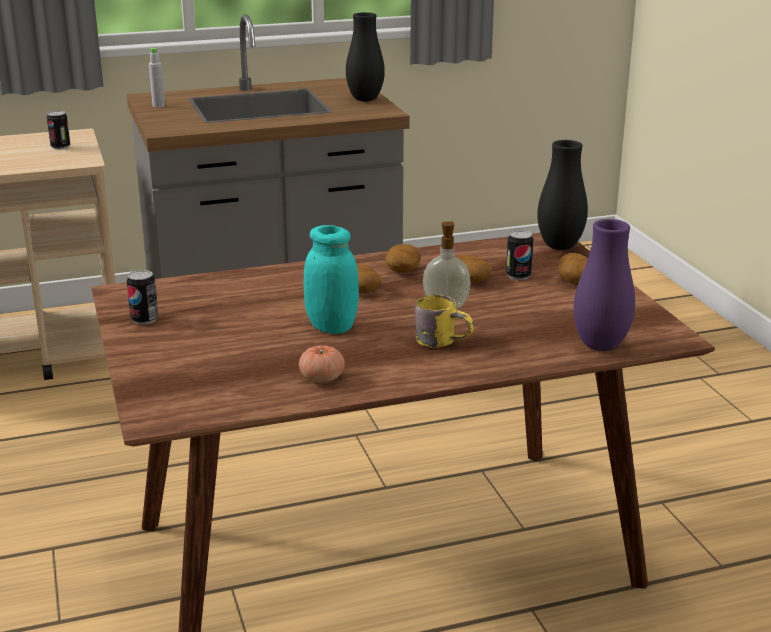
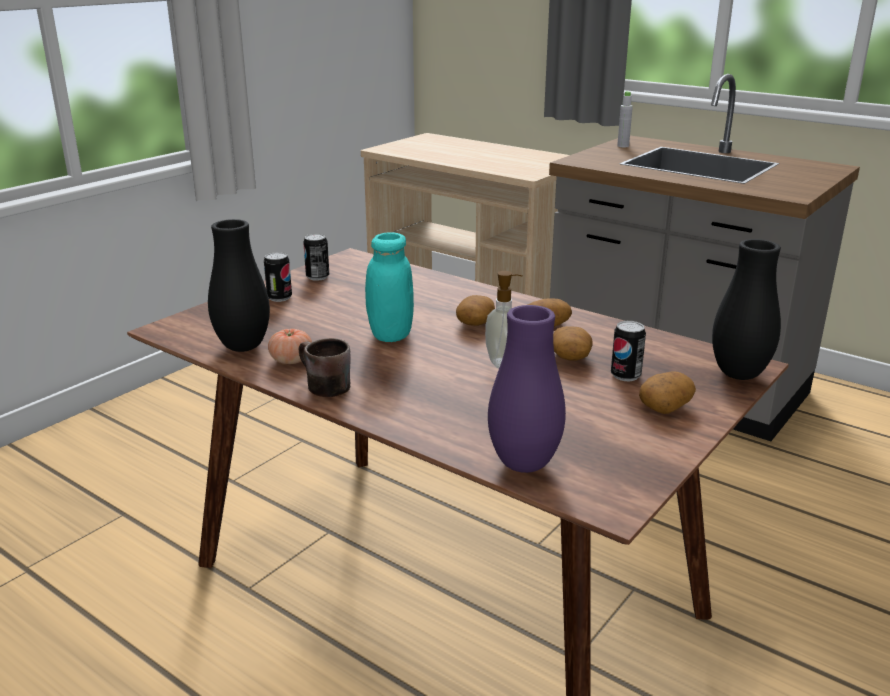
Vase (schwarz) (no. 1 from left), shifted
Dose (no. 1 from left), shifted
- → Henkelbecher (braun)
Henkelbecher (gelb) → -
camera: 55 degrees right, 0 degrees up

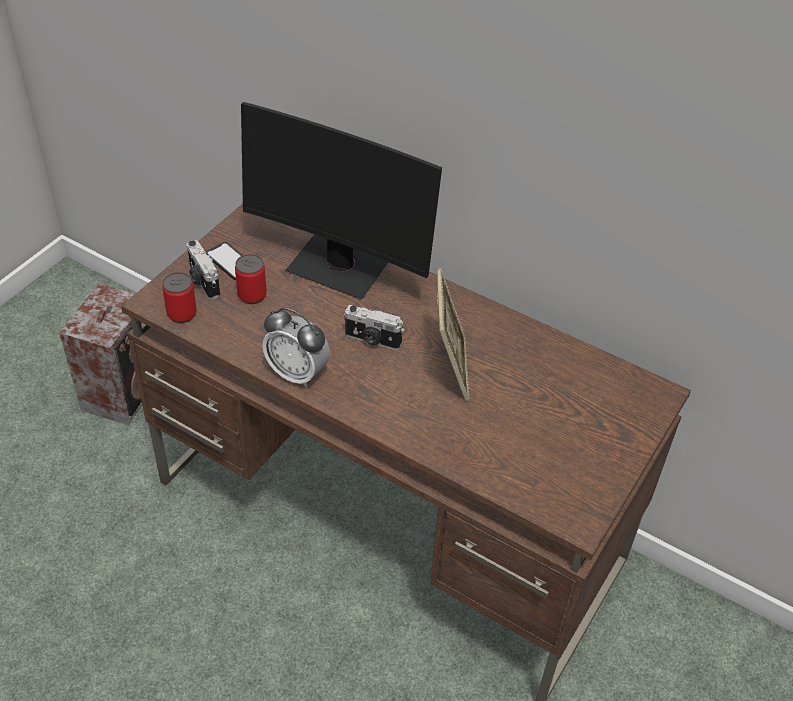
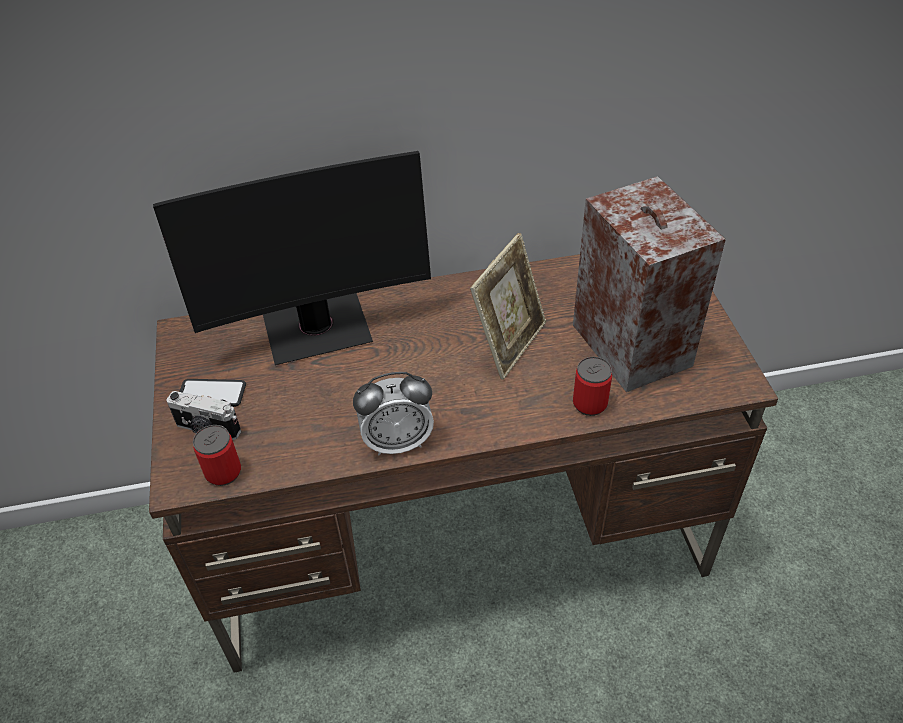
Bilderrahmen, 75 degrees clockwise
Lautsprecher, shifted
Dose (no. 2 from left), shifted
Kamera (no. 2 from left) → -
camera: 40 degrees left, 0 degrees up

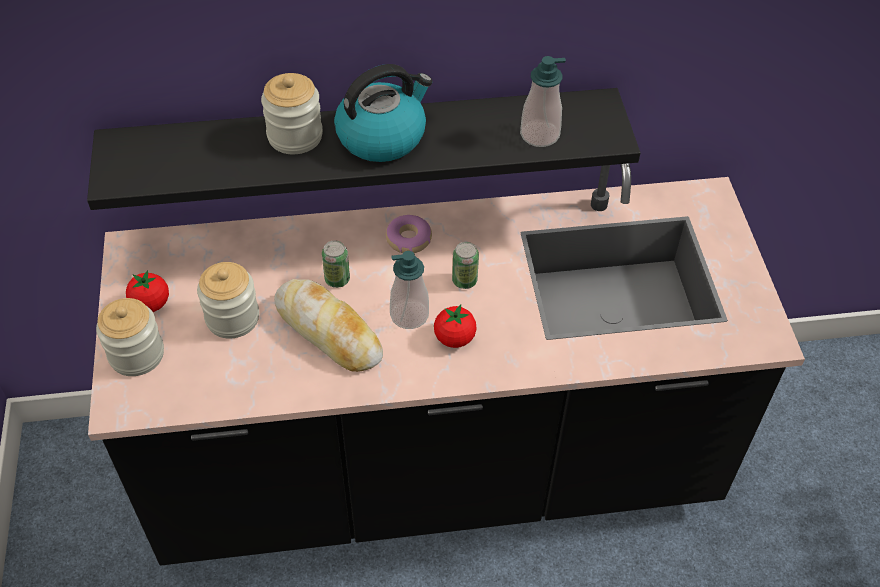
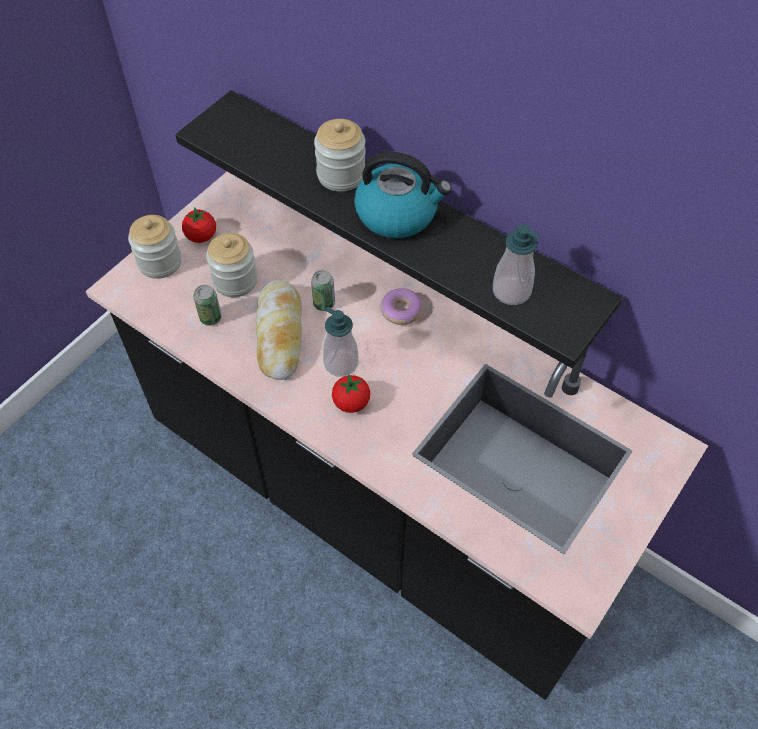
Dose (no. 2 from left in the first image) → Dose (no. 1 from left), shifted
camera: 45 degrees right, 5 degrees up

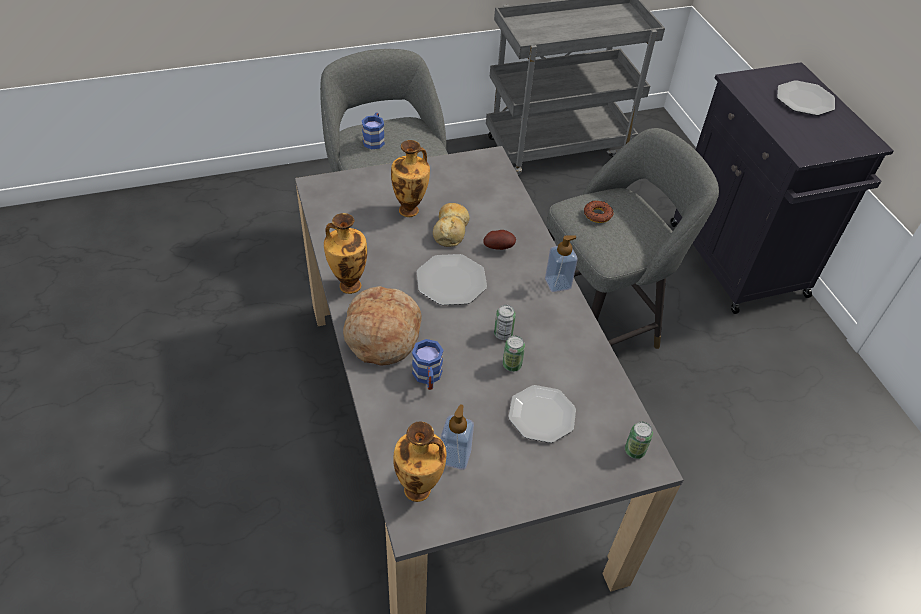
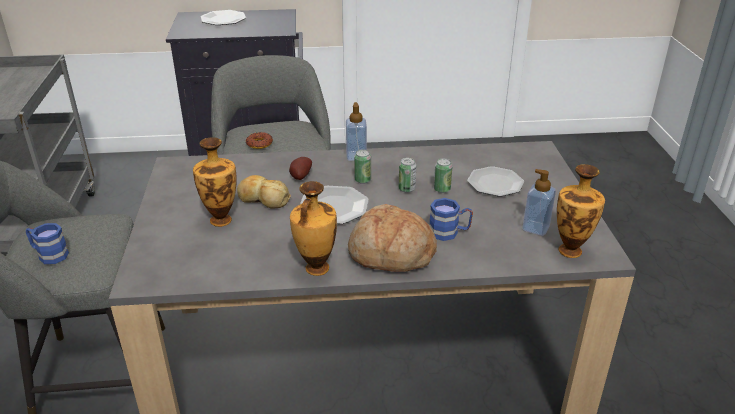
Dose (no. 3 from left in the first image) → Dose (no. 1 from left), shifted
camera: 75 degrees left, 15 degrees down

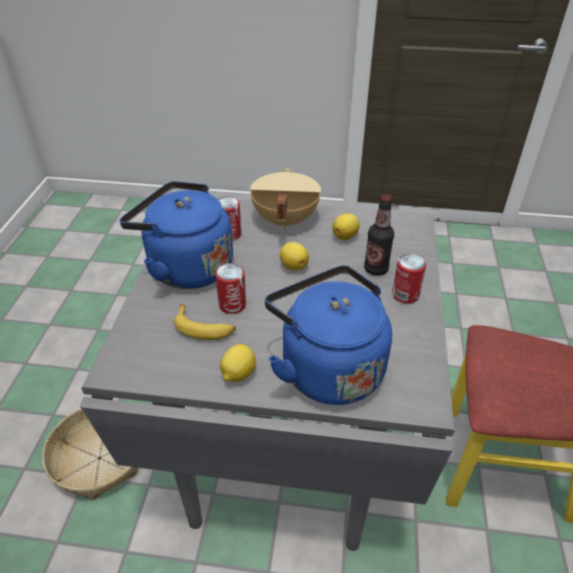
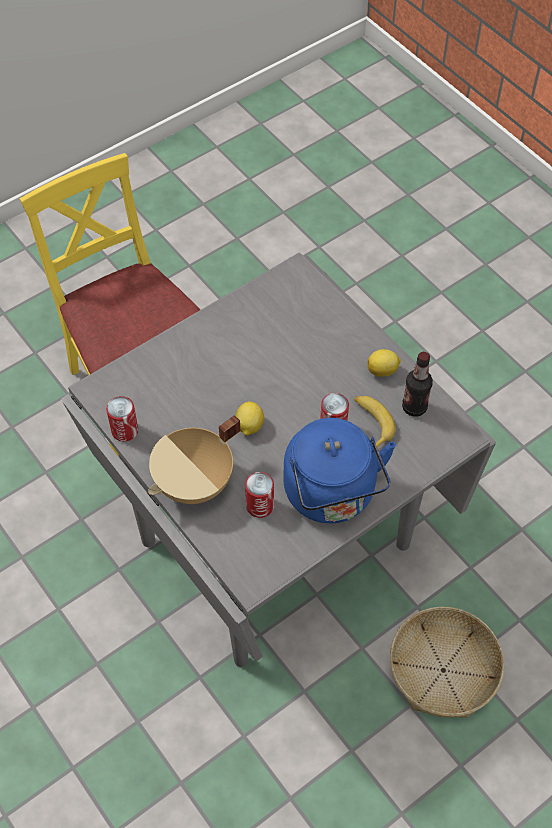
Dose (no. 3 from left in the first image) → Dose (no. 1 from left), shifted
Flasche, shifted
Wasserkessel (blau) (no. 2 from left) → -
Zitrone (no. 3 from left) → -
camera: 135 degrees left, 15 degrees up

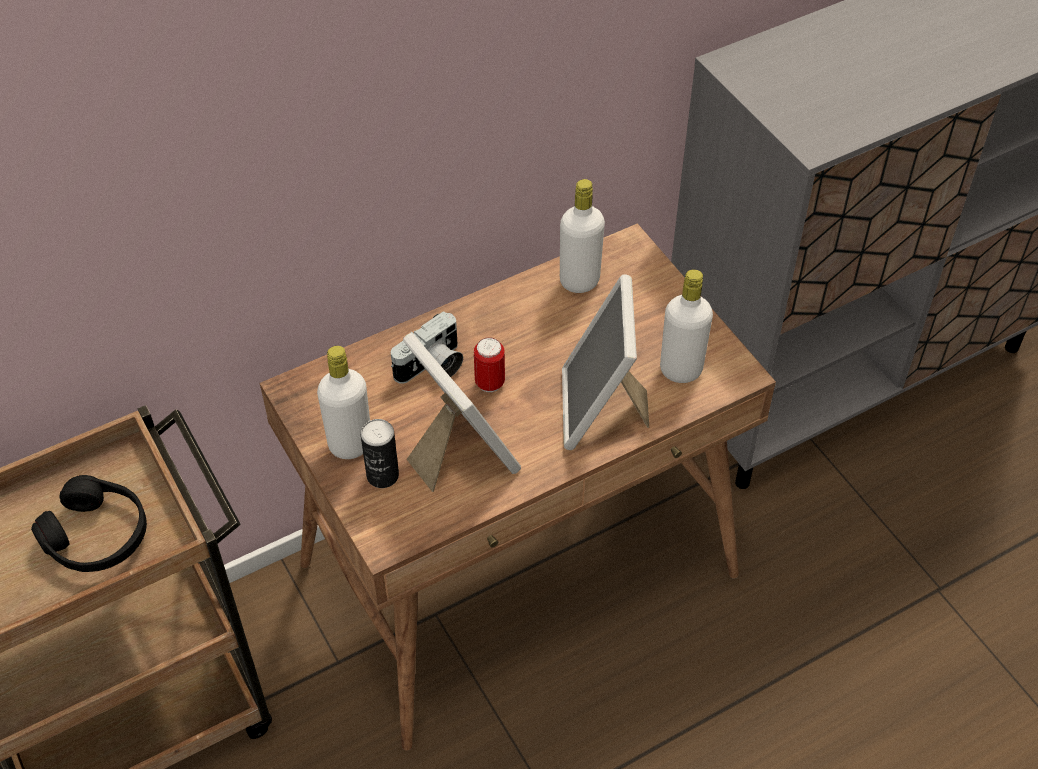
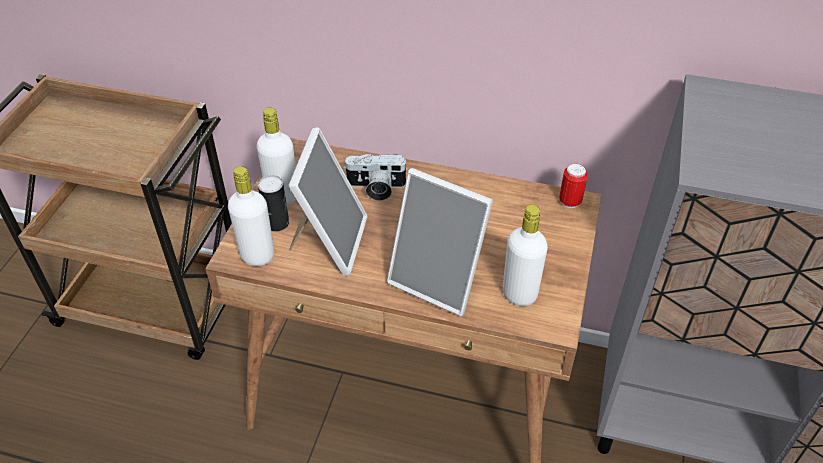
Flasche (weiß) (no. 2 from left in the first image) → Flasche (weiß) (no. 1 from left), shifted
Bilderrahmen (no. 2 from left), 105 degrees counterclockwise
Dose (no. 2 from left), shifted
Kopfhörer (schwarz) → -
camera: 45 degrees right, 5 degrees down

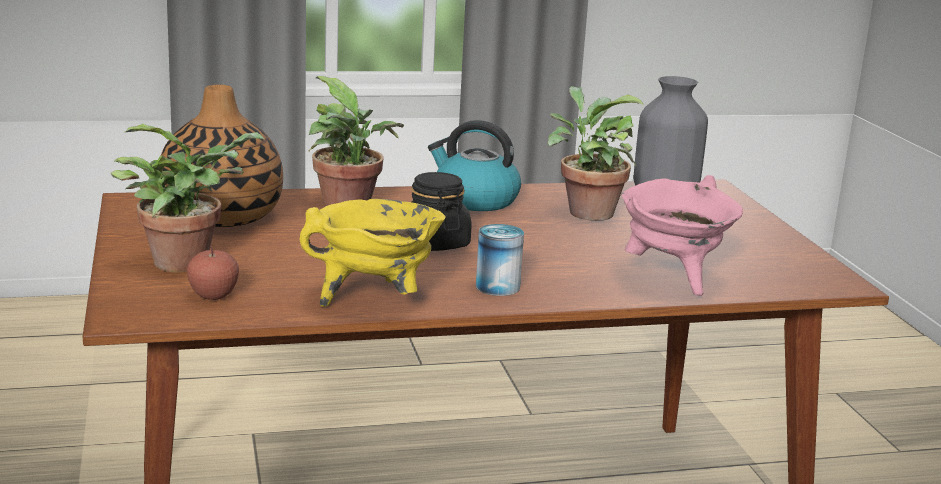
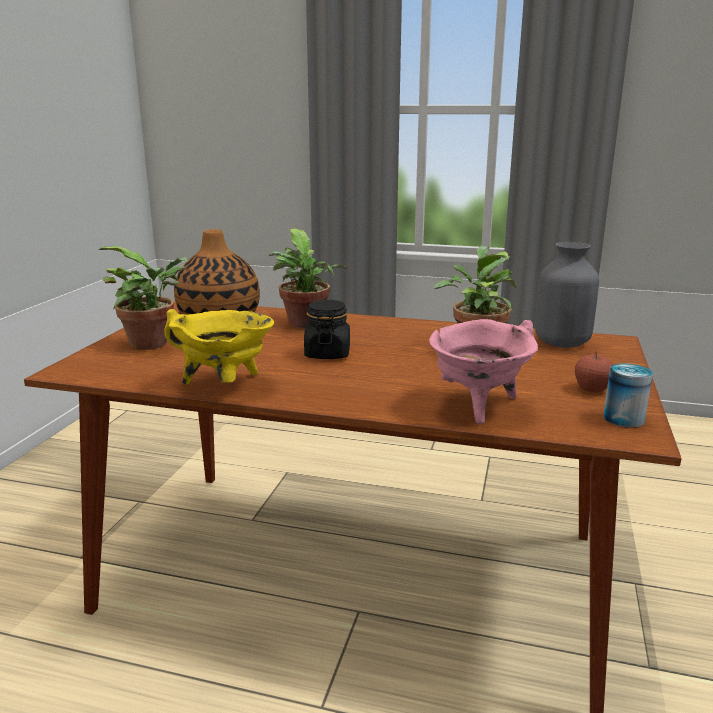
Apfel, shifted
Dose, shifted
Wasserkessel → -
camera: 30 degrees right, 0 degrees up

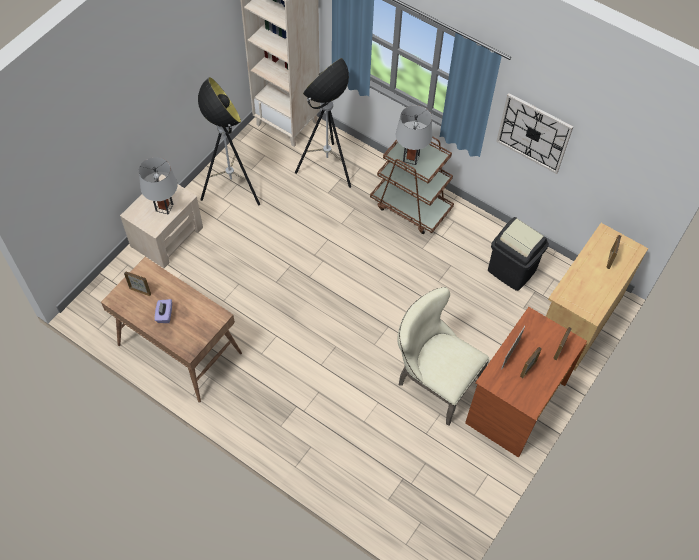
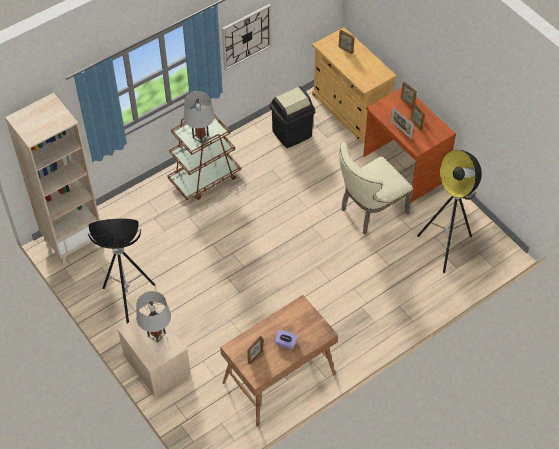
Stehlampe (no. 2 from left), shifted
camera: 70 degrees left, 5 degrees down

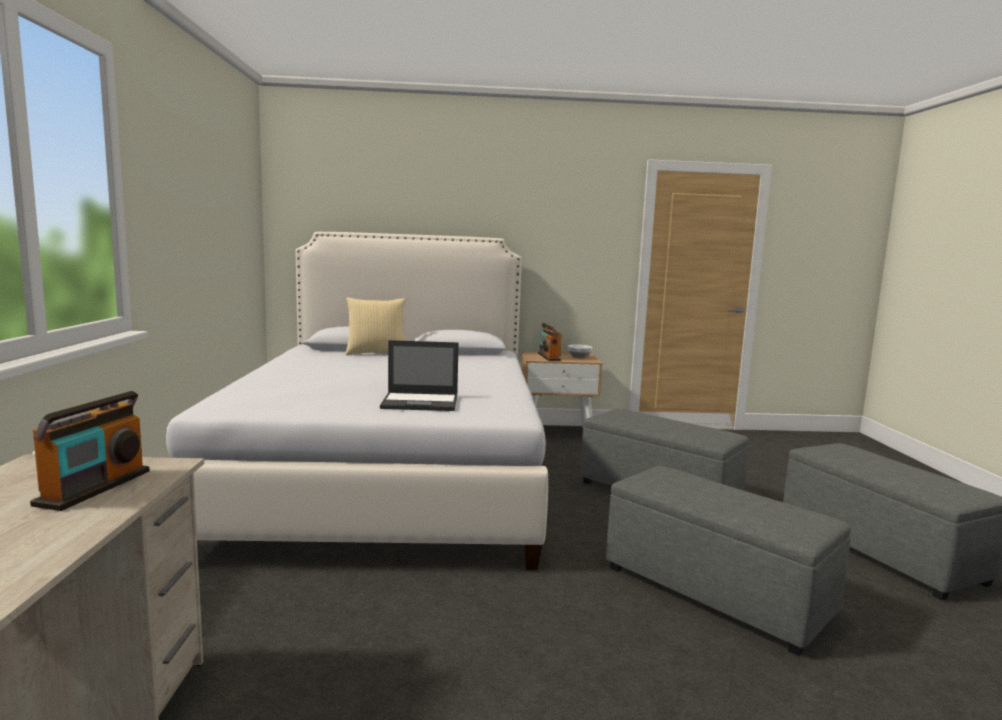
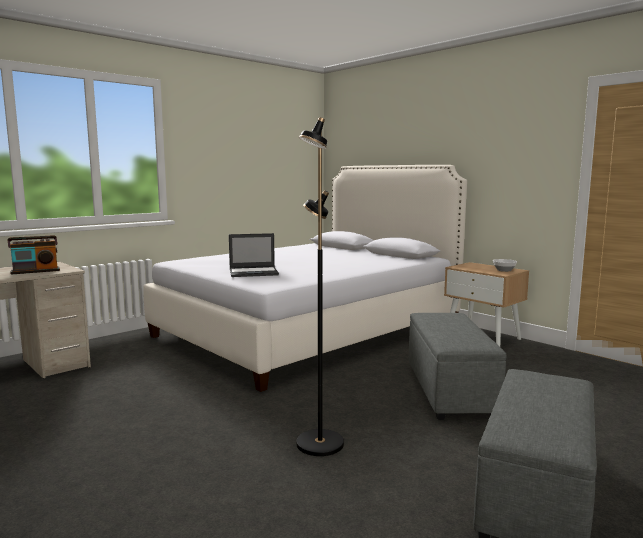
Laptop, 60 degrees counterclockwise
Polsterhocker (grau) (no. 2 from left) → Stehlampe (schwarz)
Kissen → -
Radio (no. 2 from left) → -
camera: 50 degrees right, 0 degrees up

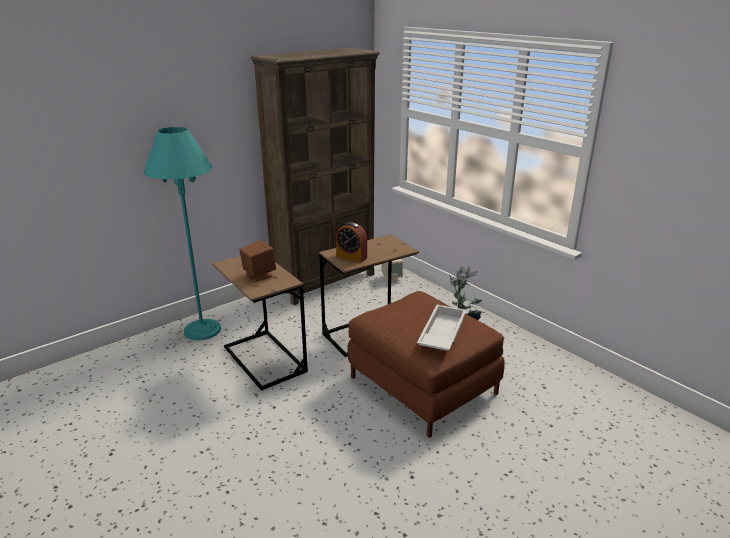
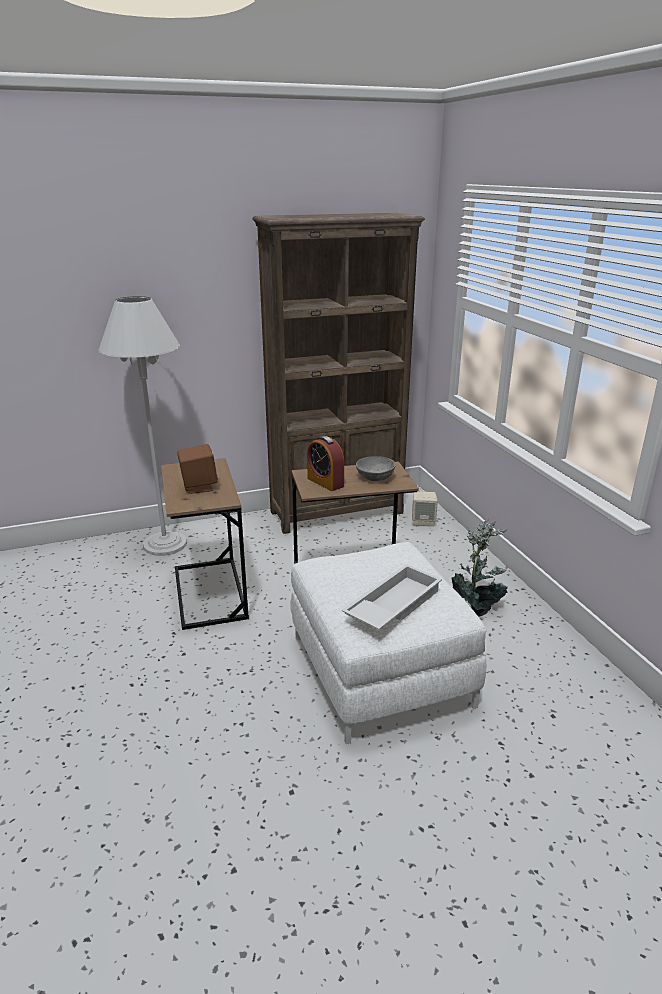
Stehlampe (türkis) → Stehlampe (weiß)
Polsterhocker (braun) → Polsterhocker (weiß)
- → Schüssel (grau)
camera: 20 degrees right, 0 degrees up

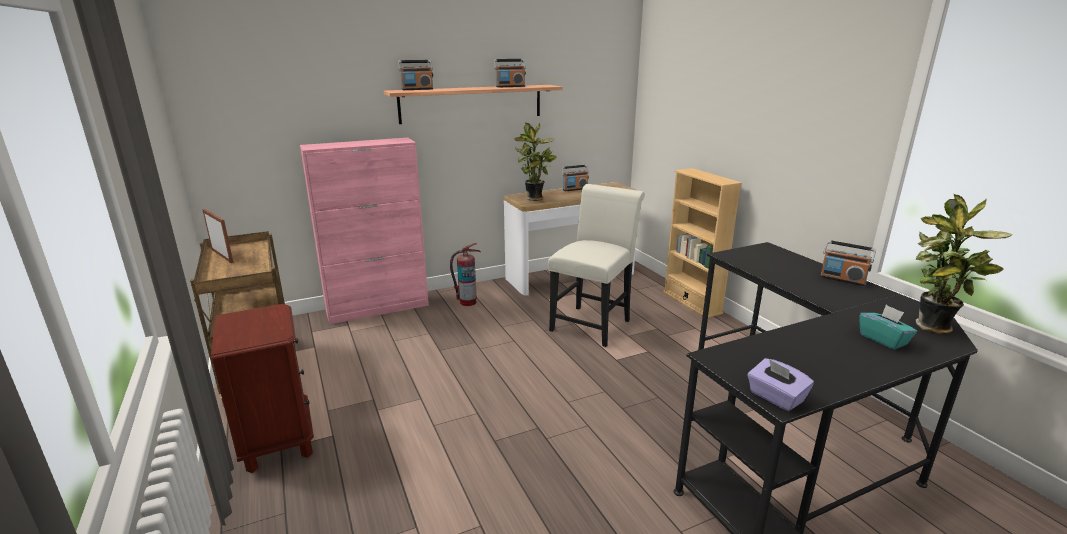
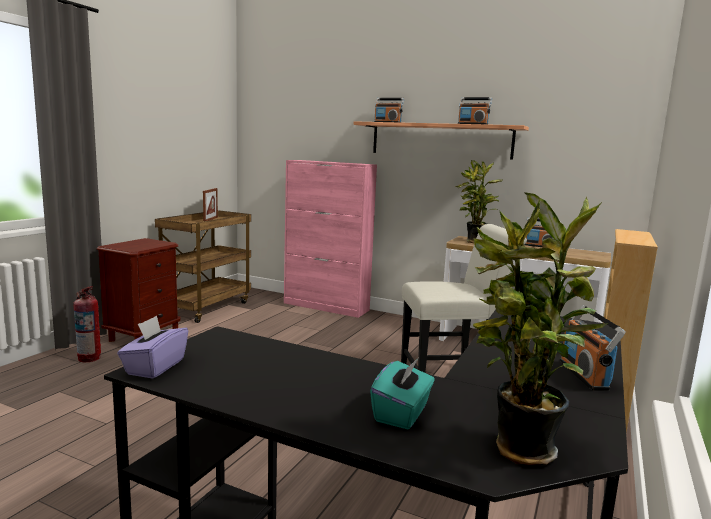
Feuerlöscher, shifted
camera: 50 degrees right, 10 degrees down

